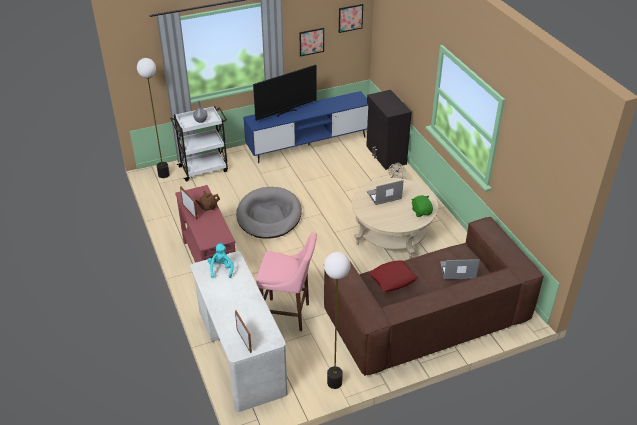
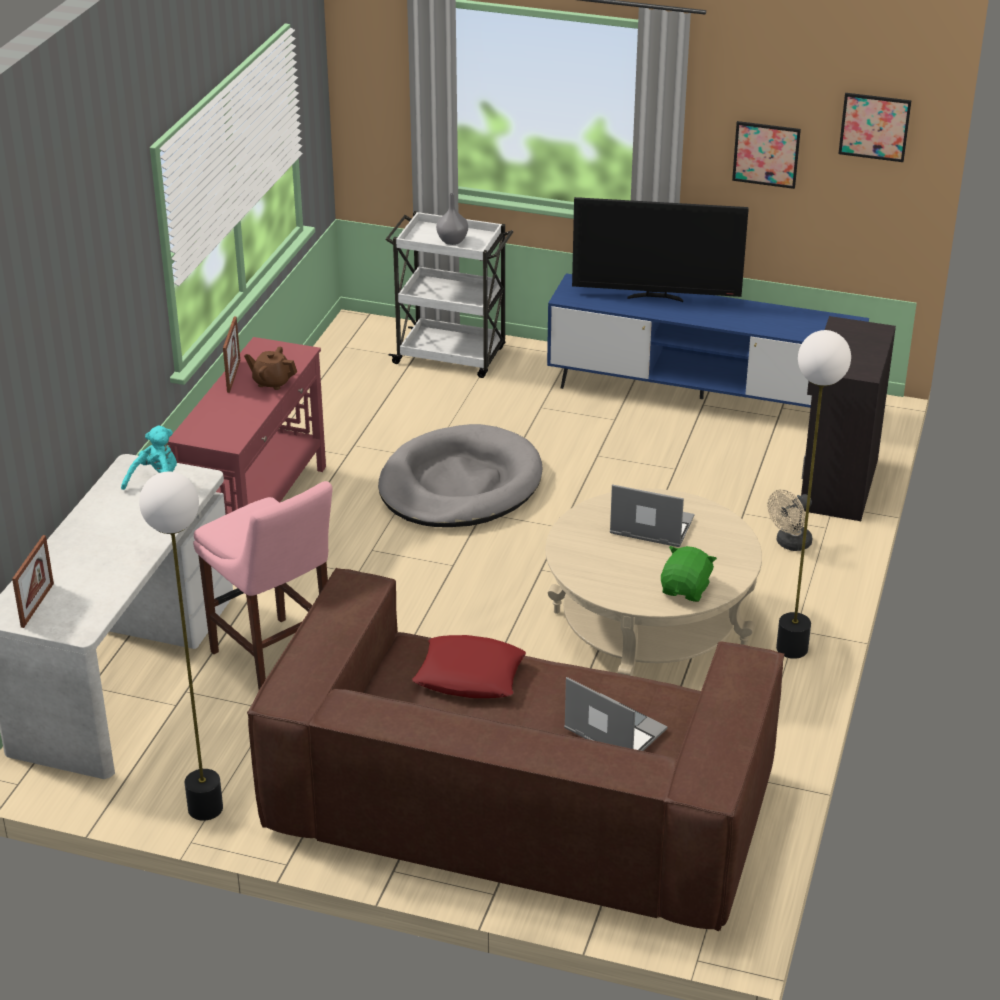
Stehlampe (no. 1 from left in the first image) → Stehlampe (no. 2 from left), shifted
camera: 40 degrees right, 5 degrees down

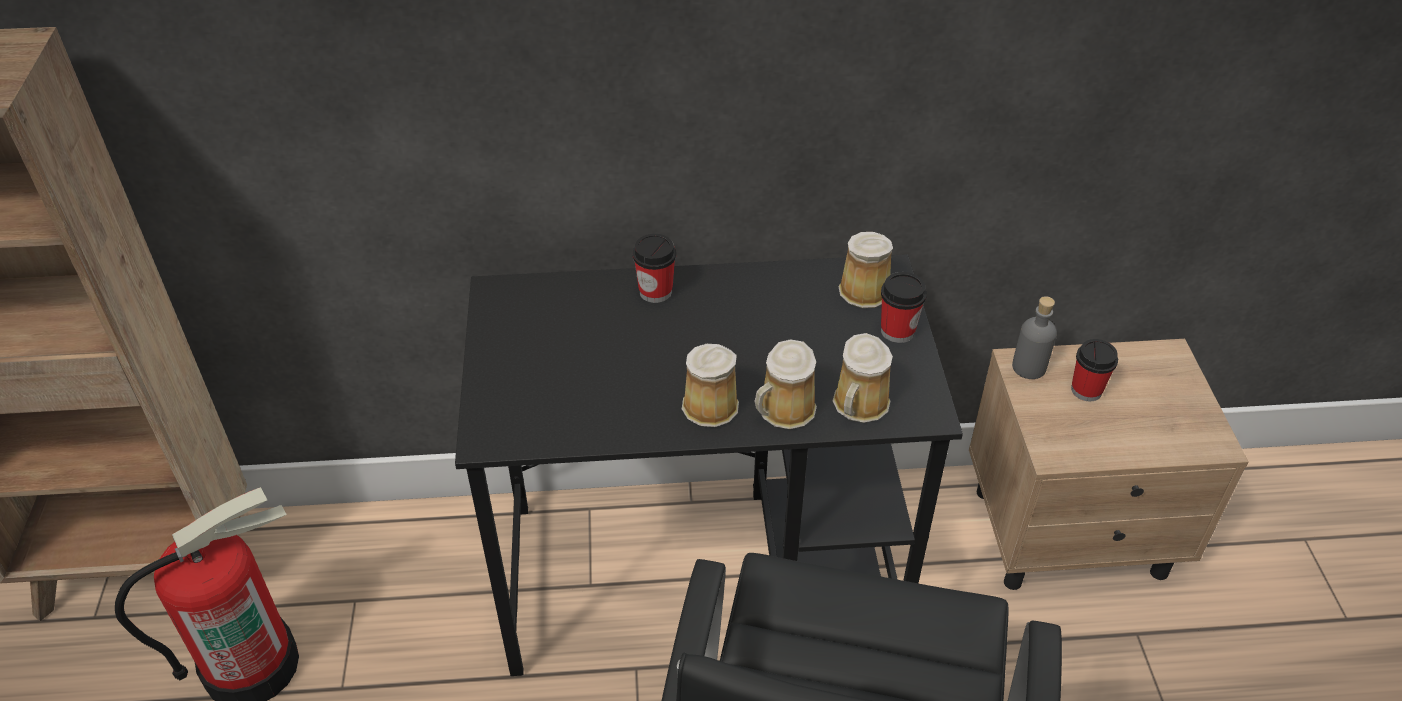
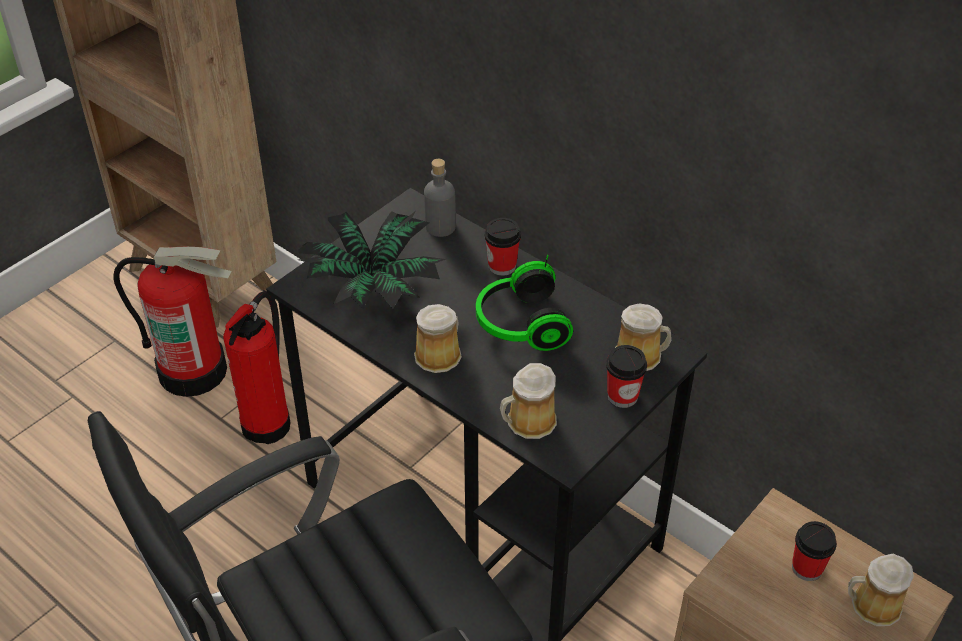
- → Feuerlöscher (no. 2 from left)
- → Topfpflanze
Flasche (grau), shifted
- → Kopfhörer
Henkelbecher (no. 2 from left in the first image) → Henkelbecher (no. 4 from left), shifted
camera: 45 degrees right, 0 degrees up

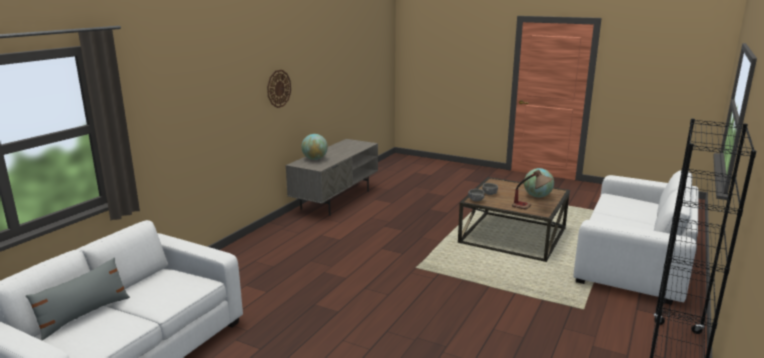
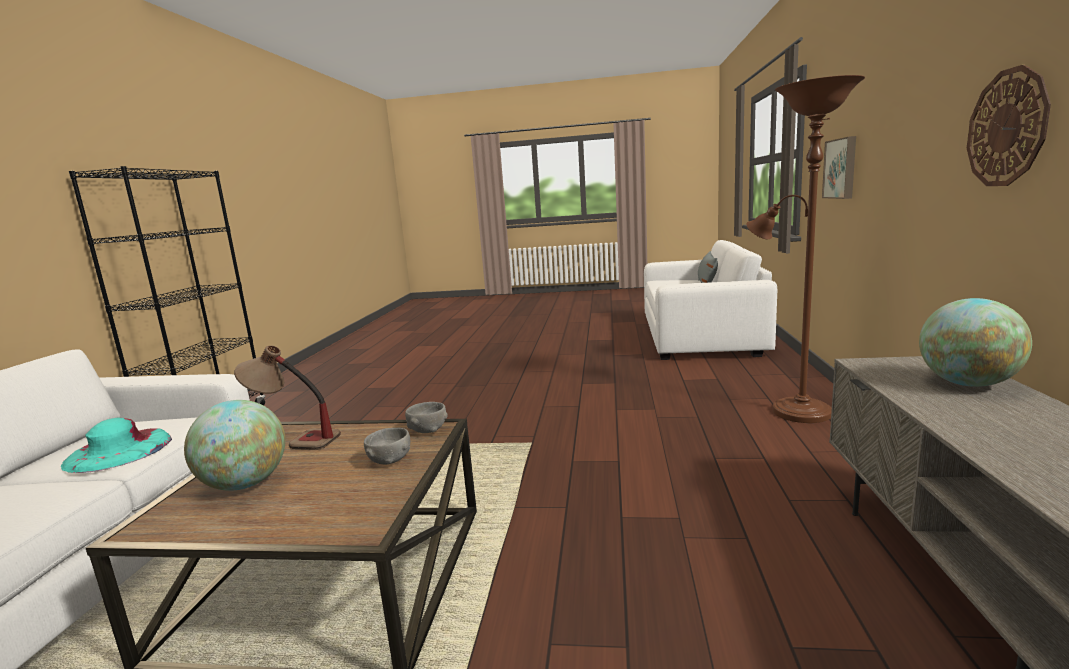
- → Hut (türkis)
- → Stehlampe (braun)
- → Bild
camera: 160 degrees right, 5 degrees down

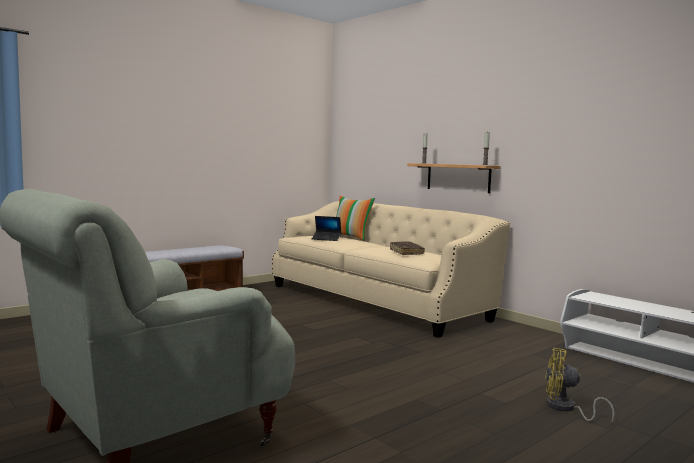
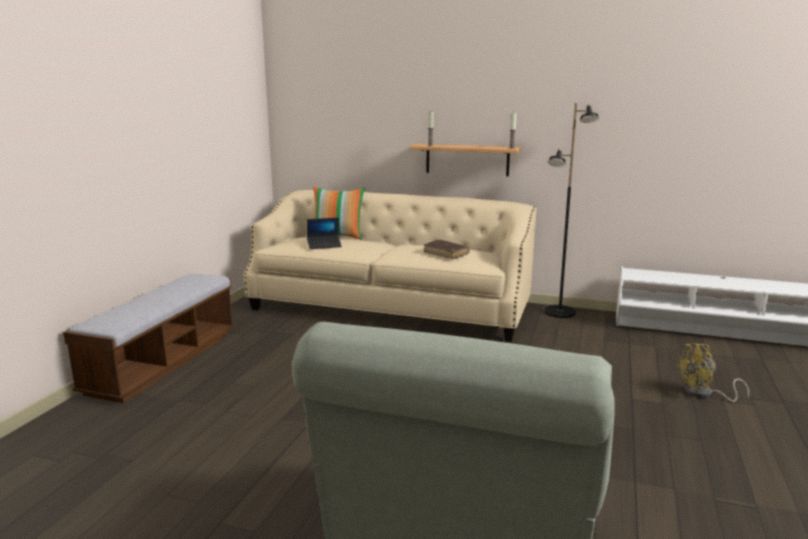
- → Stehlampe (schwarz)
camera: 30 degrees left, 10 degrees up

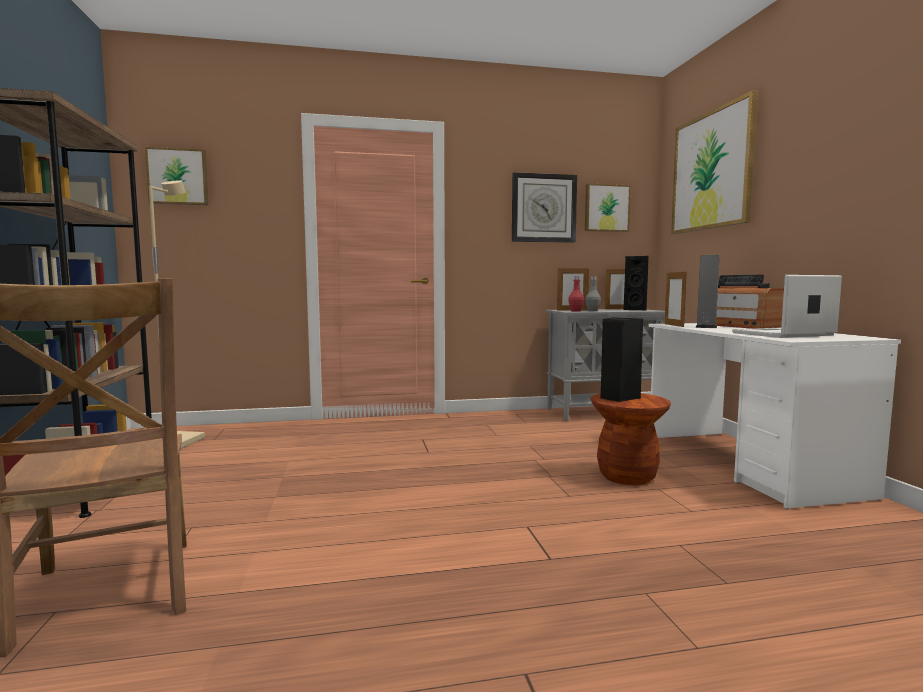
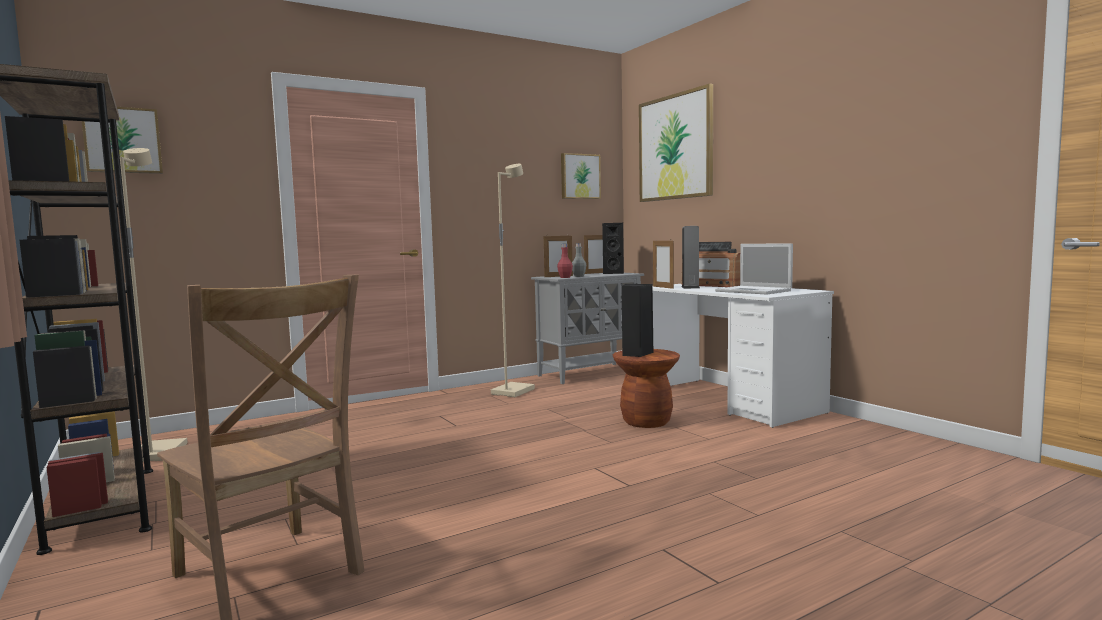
- → Stehlampe (beige) (no. 2 from left)
Laptop, 90 degrees counterclockwise
Wanduhr → -
camera: 20 degrees left, 0 degrees up

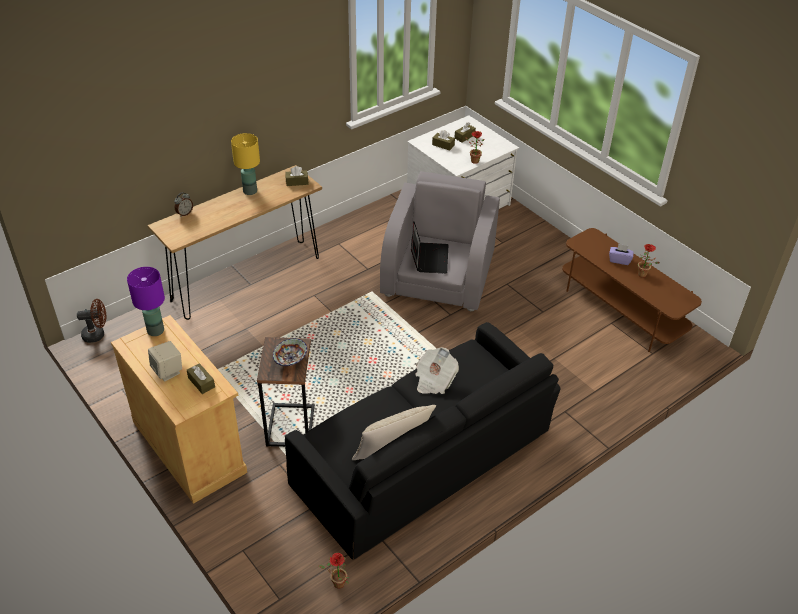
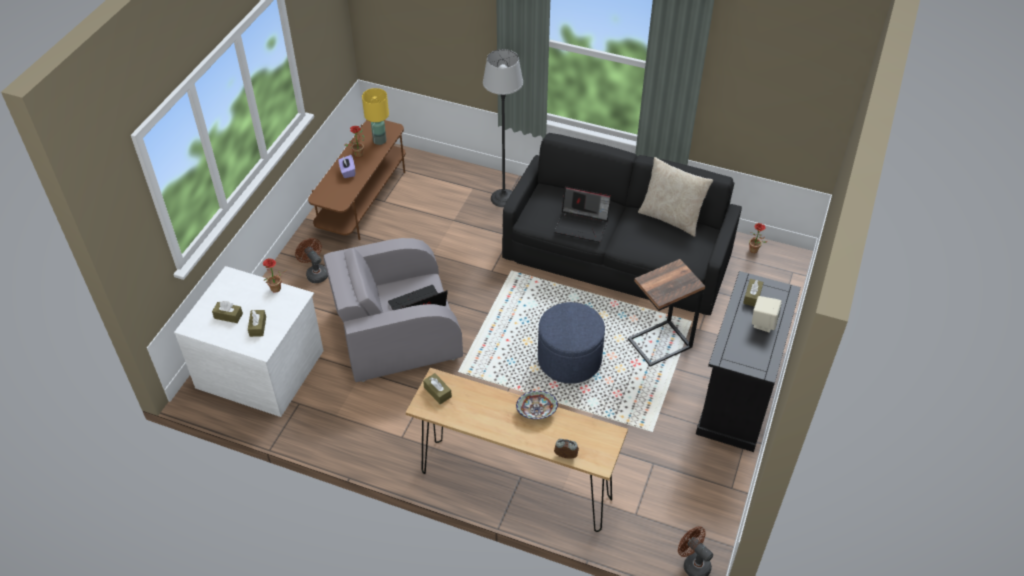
- → Ventilator (braun) (no. 1 from left)
Tischlampe (gelb), shifted
- → Stehlampe
Schüssel, shifted
- → Polsterhocker (blau)
Zeitung → Laptop (no. 2 from left)
Schrank (beige) → Schrank (schwarz)
Tischlampe (lila) → -
camera: 120 degrees left, 5 degrees up

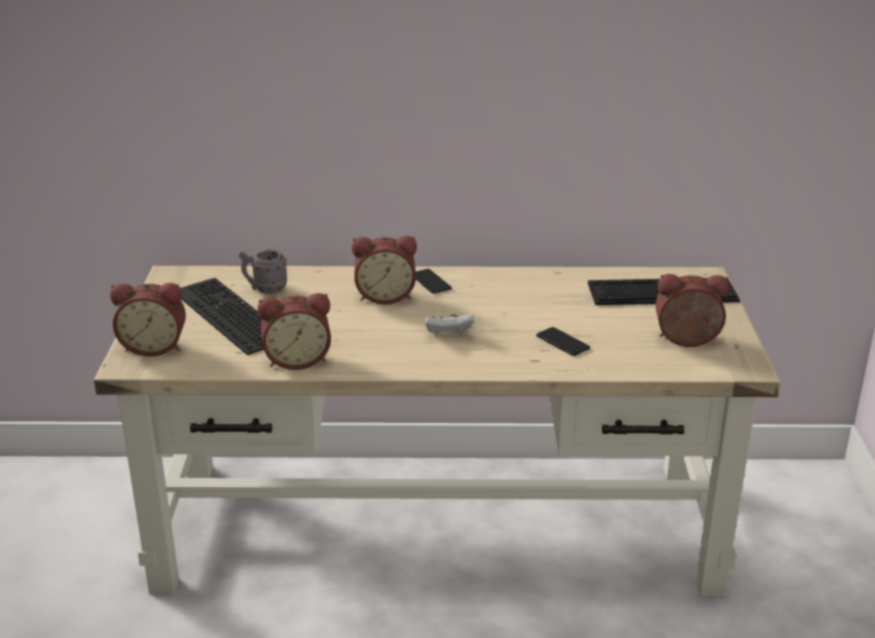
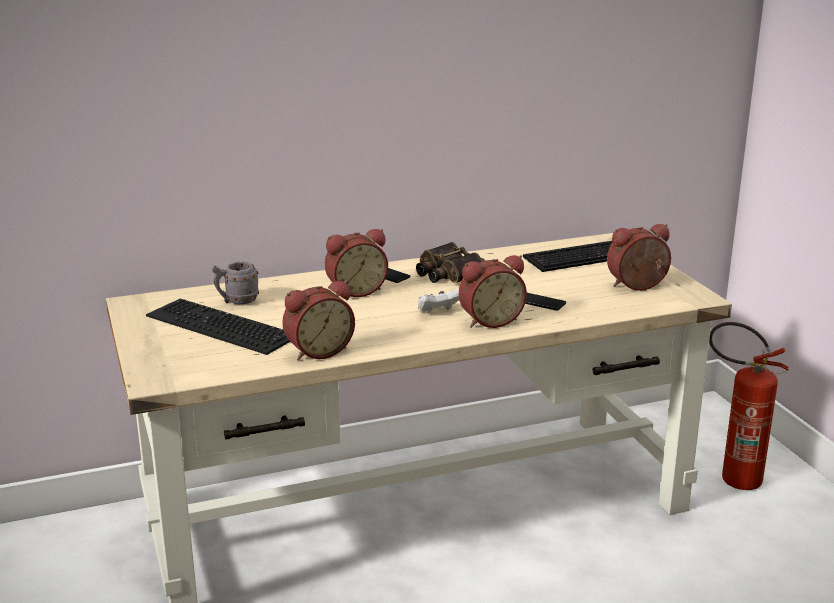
- → Fernglas
Wecker (no. 1 from left in the first image) → Wecker (no. 3 from left), shifted
- → Feuerlöscher
camera: 20 degrees left, 5 degrees down

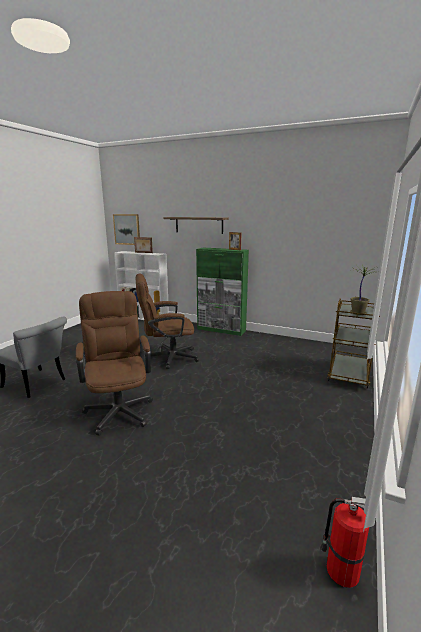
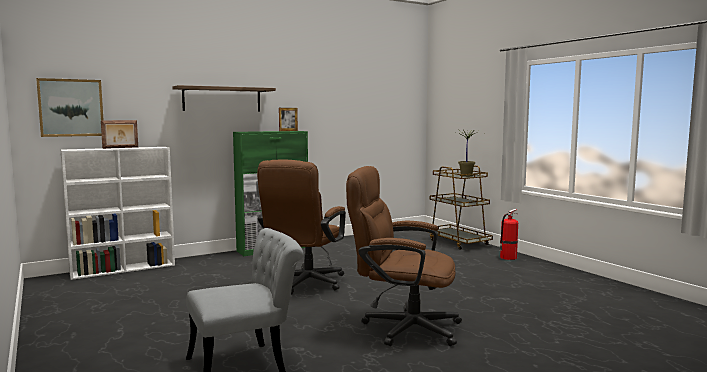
Feuerlöscher, shifted
camera: 55 degrees left, 10 degrees down

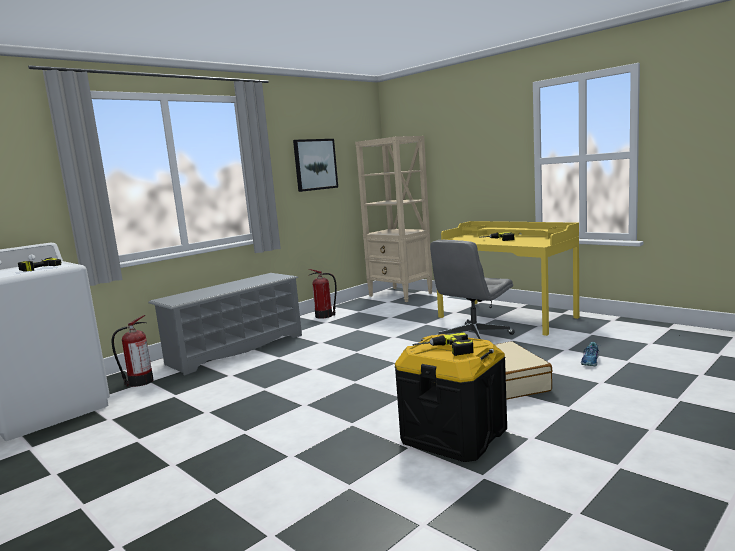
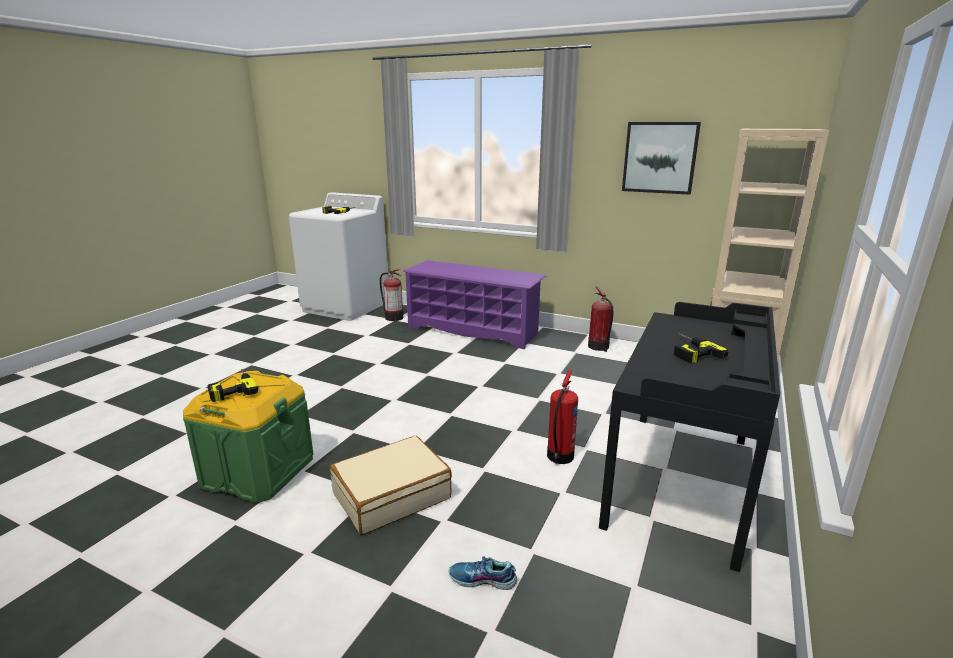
Aufbewahrungsbox (schwarz) → Aufbewahrungsbox (grün)
Schuhregal (grau) → Schuhregal (lila)
Bürostuhl (grau) → Feuerlöscher (no. 2 from left)
Schreibtisch (gelb) → Schreibtisch (schwarz)
camera: 70 degrees right, 10 degrees up

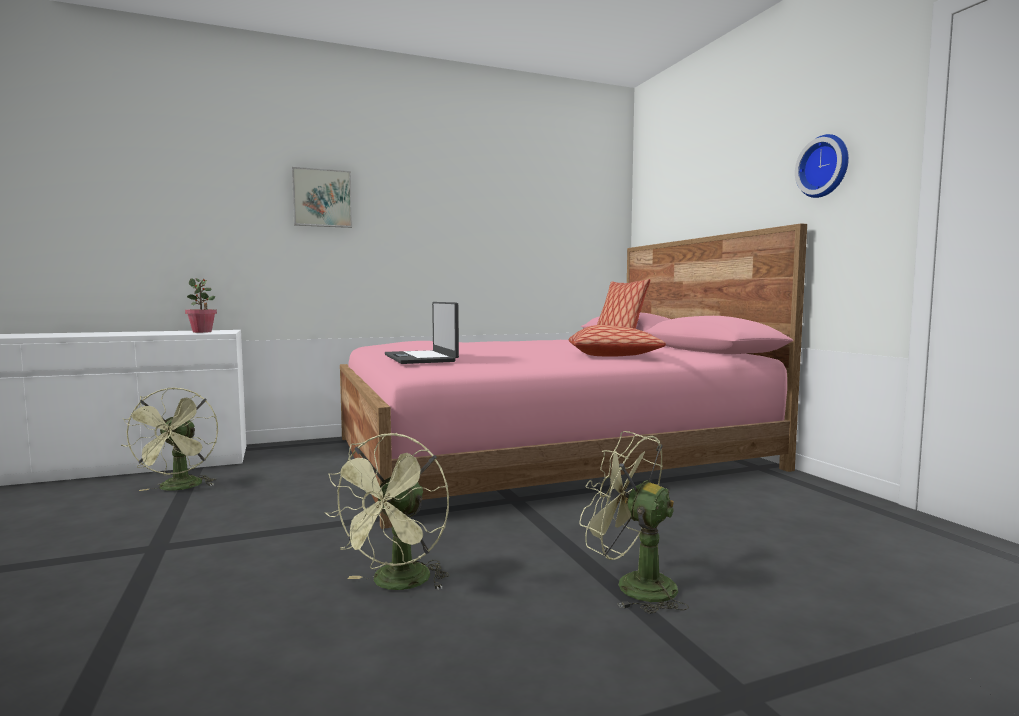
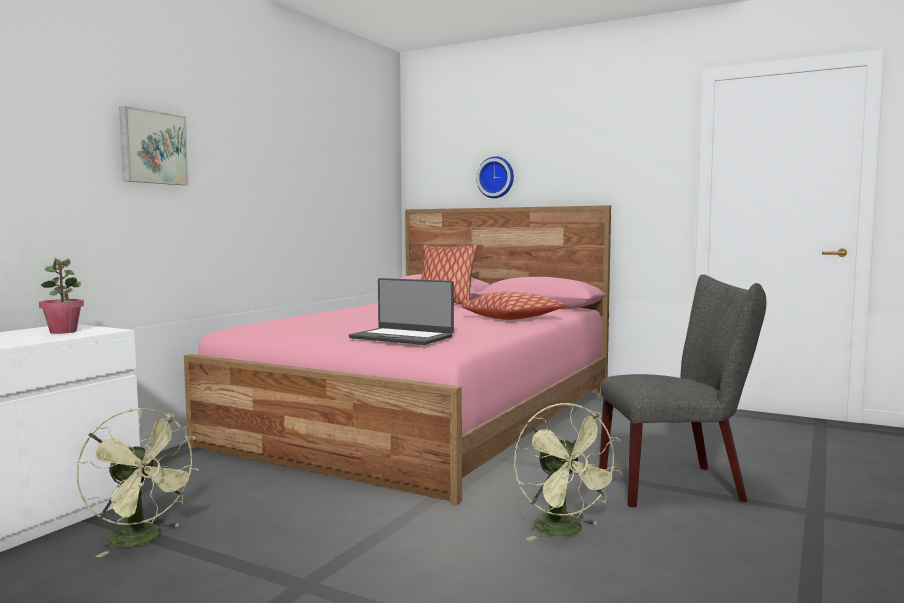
Wanduhr, shifted
Ventilator (grün) (no. 3 from left) → Stuhl (grau)
camera: 40 degrees left, 0 degrees up

